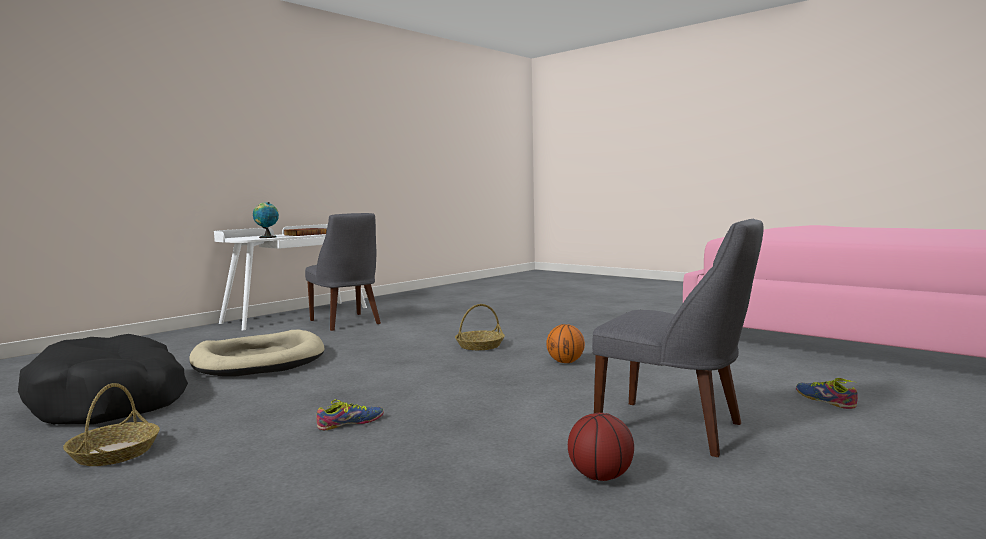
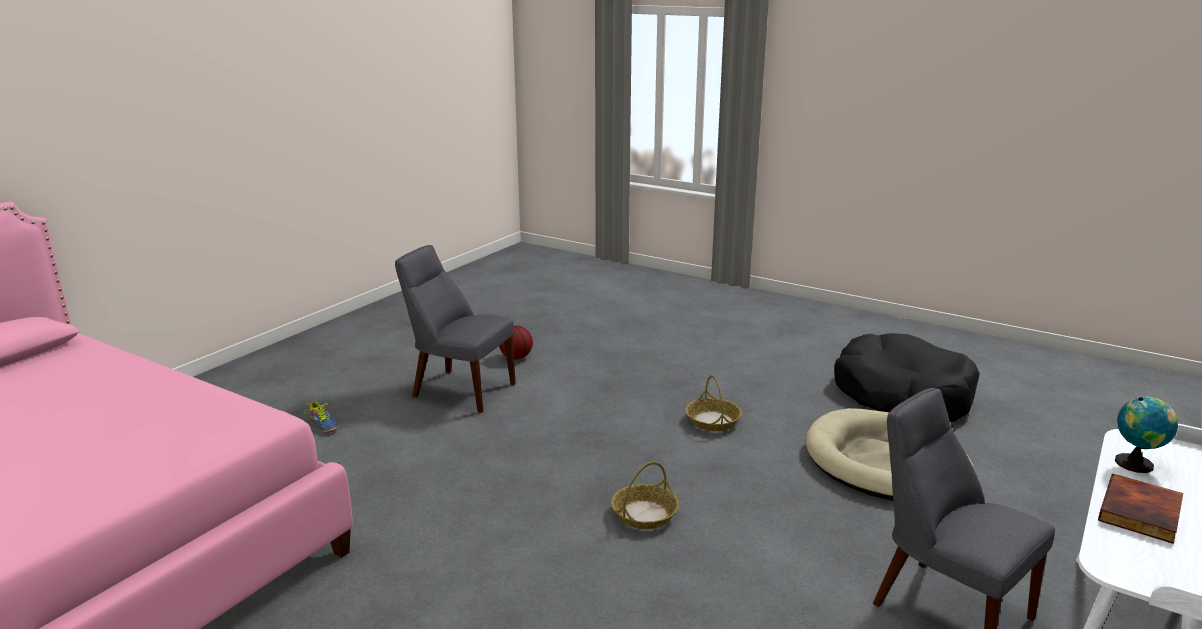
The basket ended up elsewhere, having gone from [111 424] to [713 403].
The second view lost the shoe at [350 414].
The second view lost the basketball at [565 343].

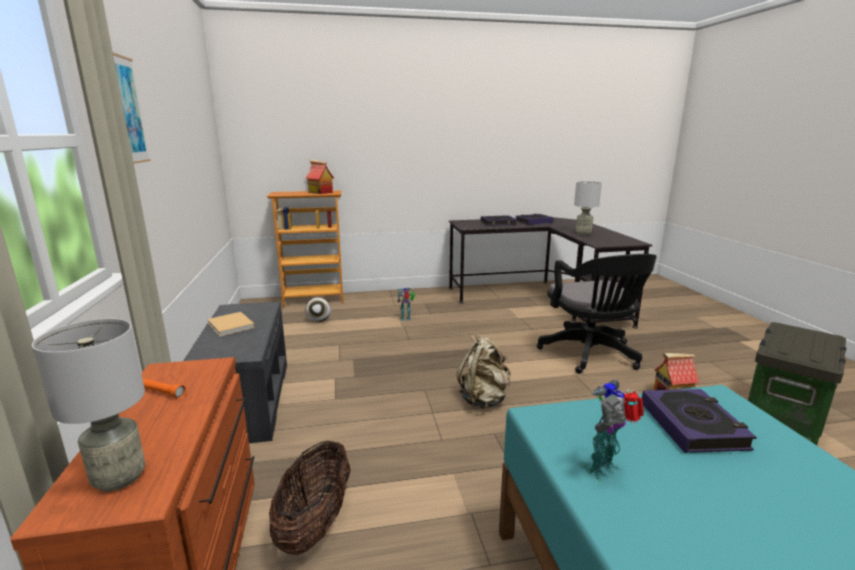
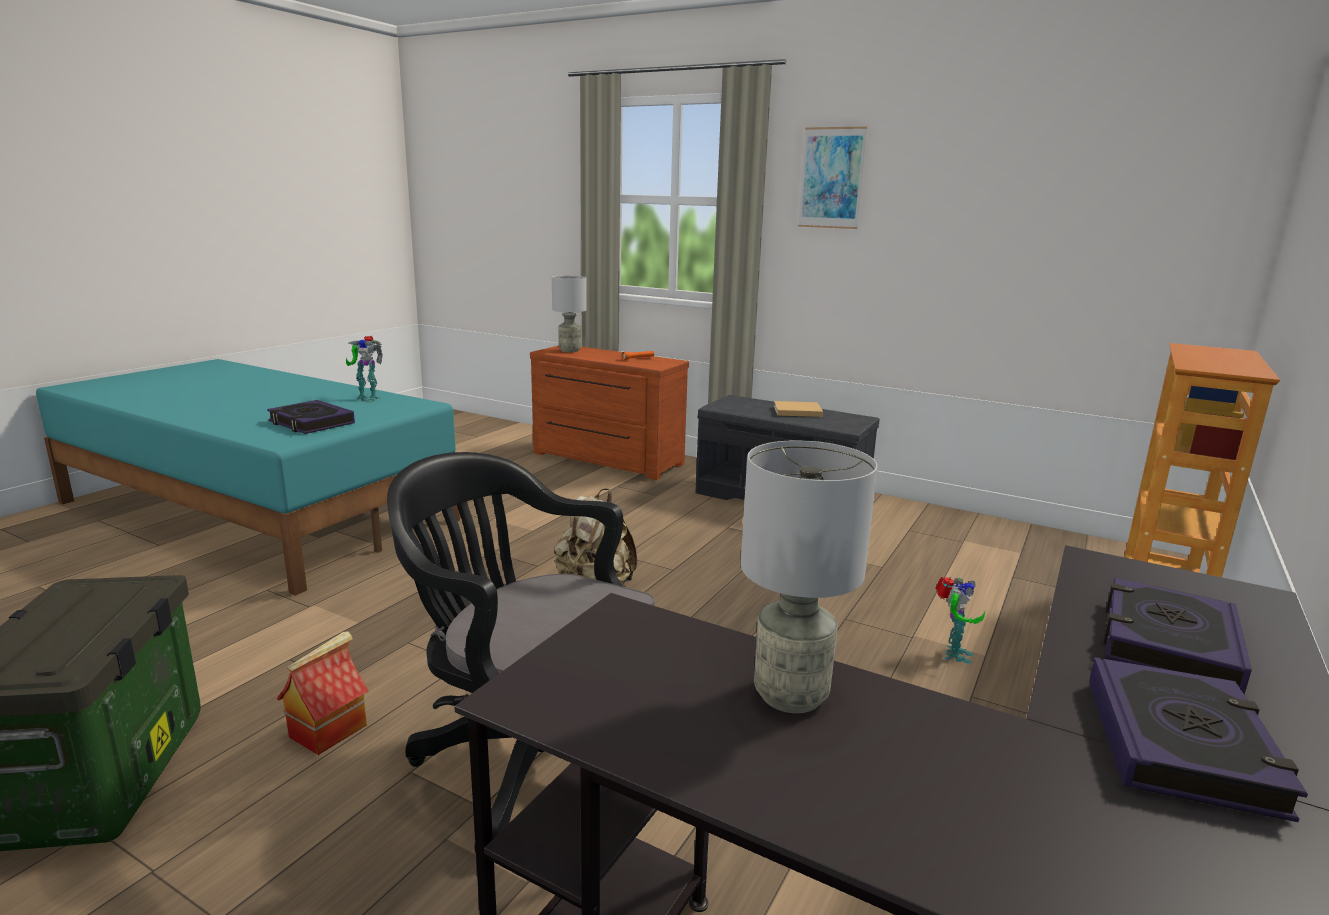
The second view lost the basket at [310 497].
The second view lost the football at [318 309].
The second view lost the toy house at [320 177].
The toy robot at [611 431] ended up facing another way, 90 degrees clockwise from before.

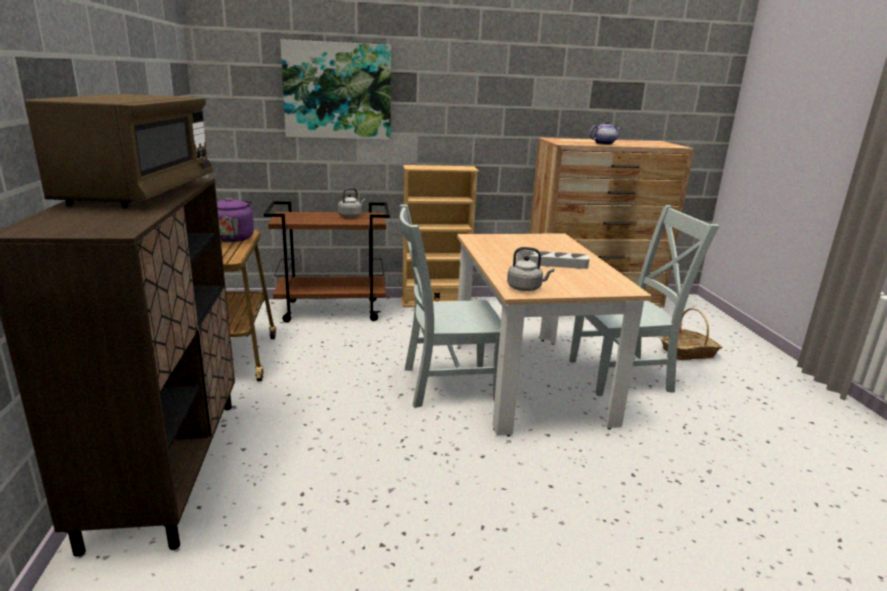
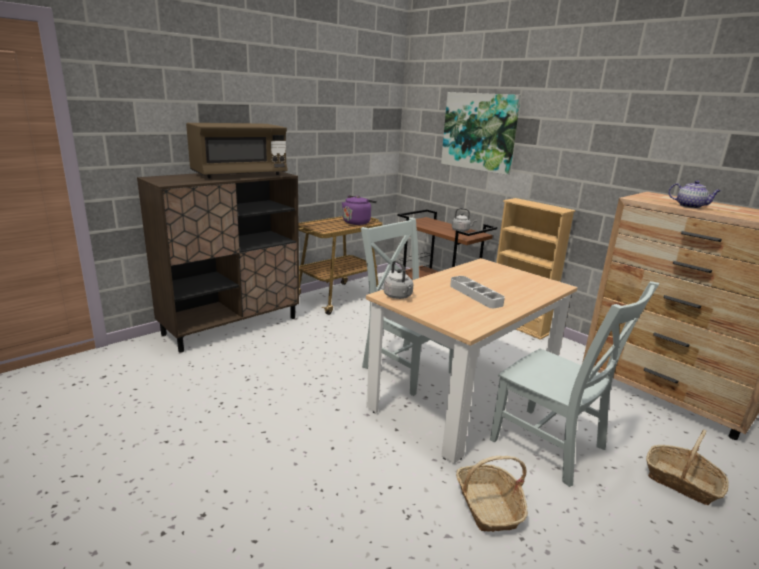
The second view gained the basket at [492 494].

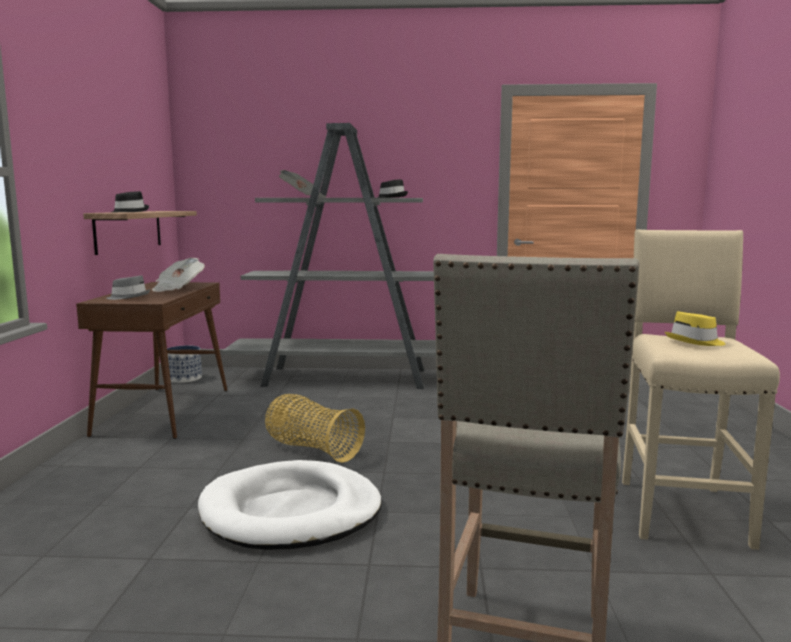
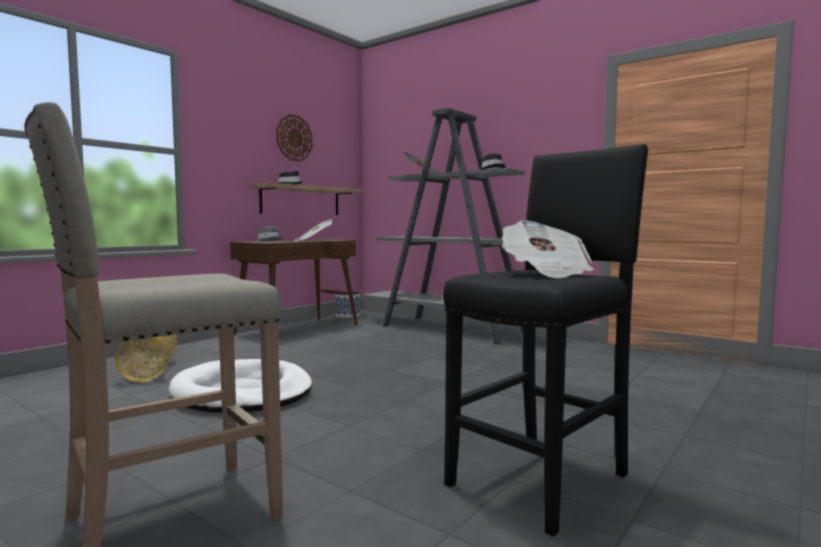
The basket ended up elsewhere, having gone from [315 428] to [146 358].
What was the beige stool at [701 390] turned into the black stool at [545 340].
Where the yellow hat stood at [695 328], the newspaper came to stand at [548 249].
The second view gained the wall clock at [294 138].

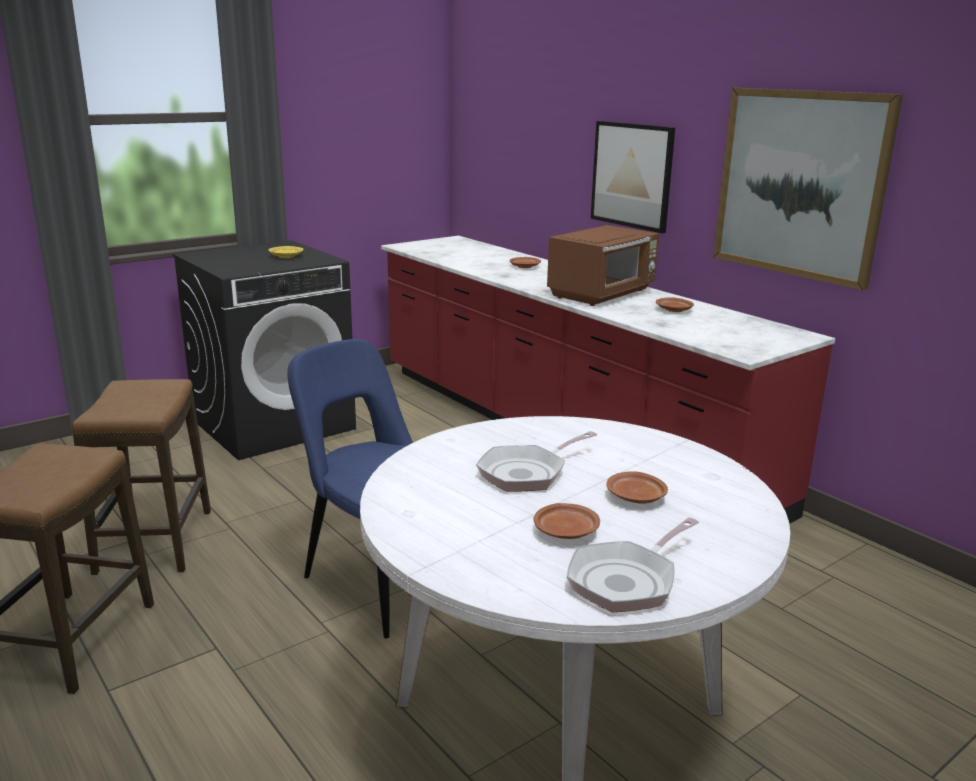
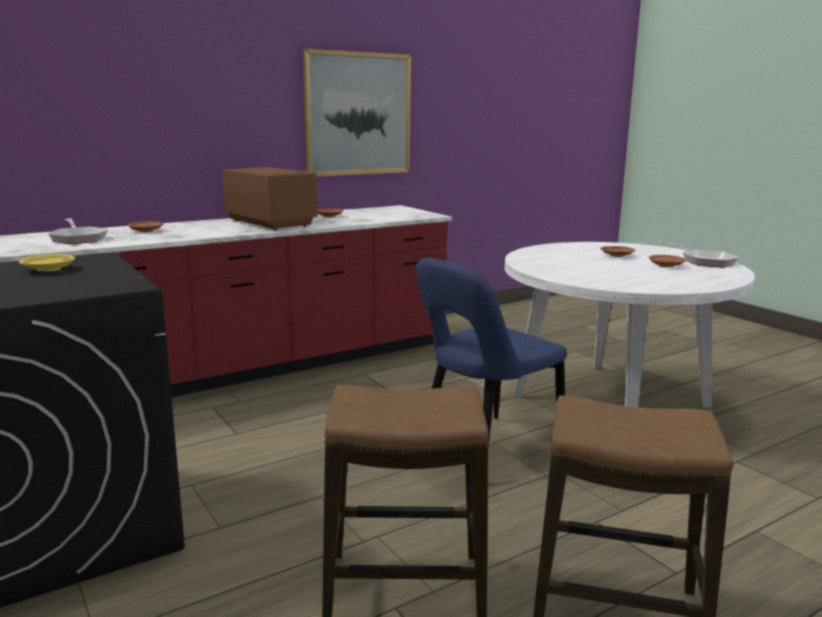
The frying pan ended up elsewhere, having gone from [536 461] to [78 231].
The second view lost the picture at [633 177].

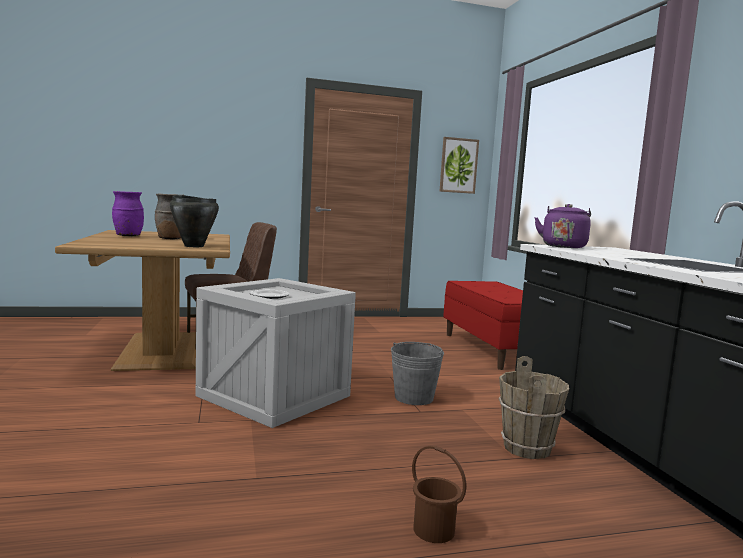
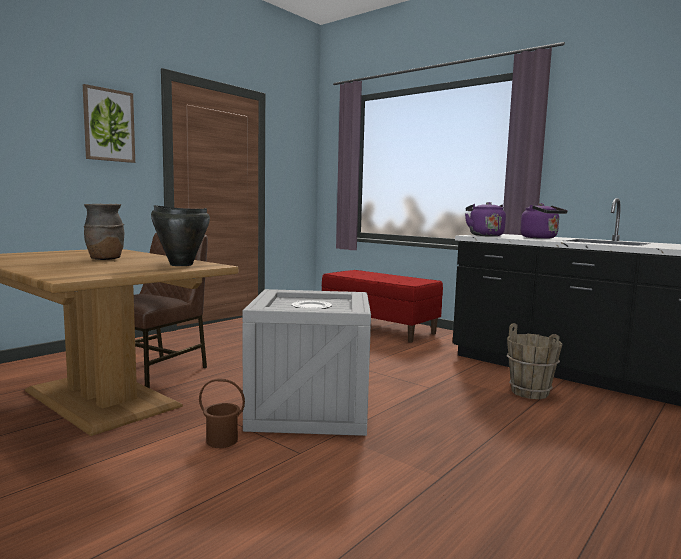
The second view lost the purple vase at [128 213].
The second view lost the grey bucket at [417 373].
The brown bucket ended up elsewhere, having gone from [439 494] to [222 413].
The picture ended up elsewhere, having gone from [459 165] to [109 123].
The second view gained the purple kettle at [544 221].

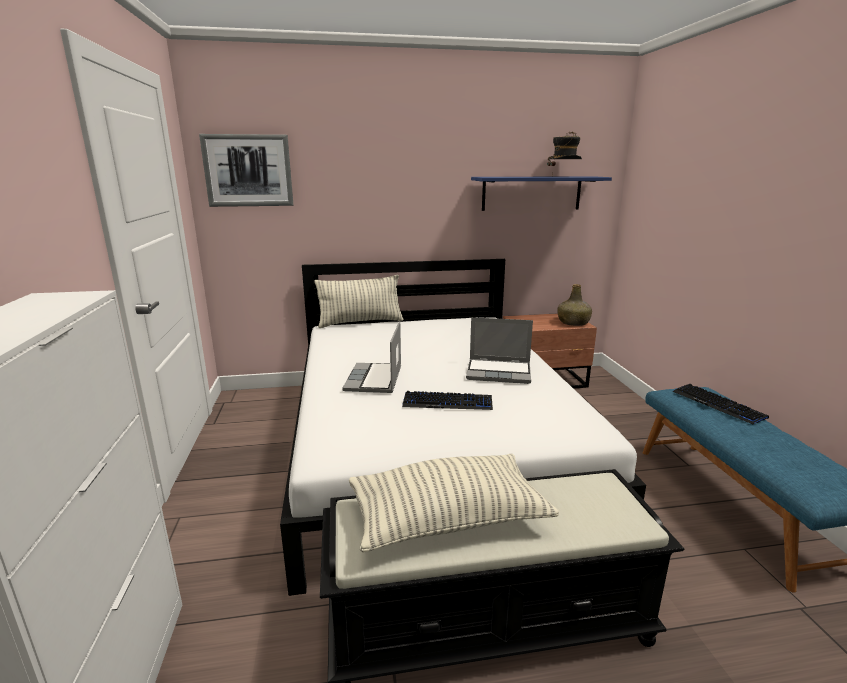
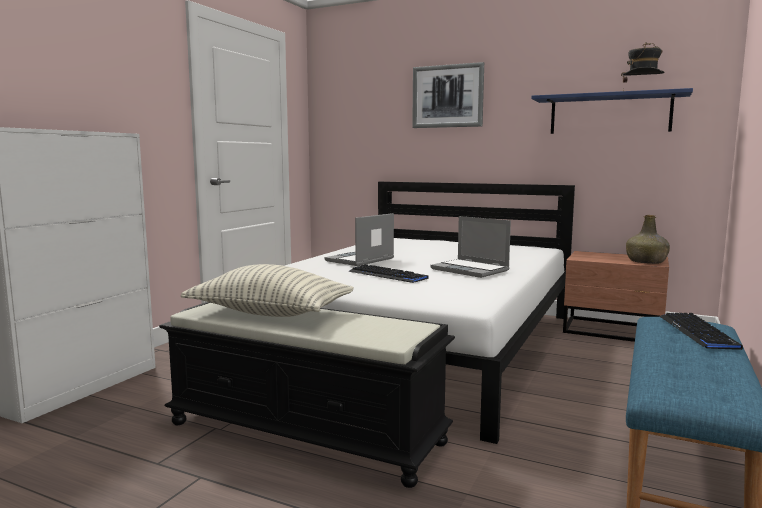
The picture ended up elsewhere, having gone from [246 170] to [448 95].
The second view lost the pillow at [359 301].

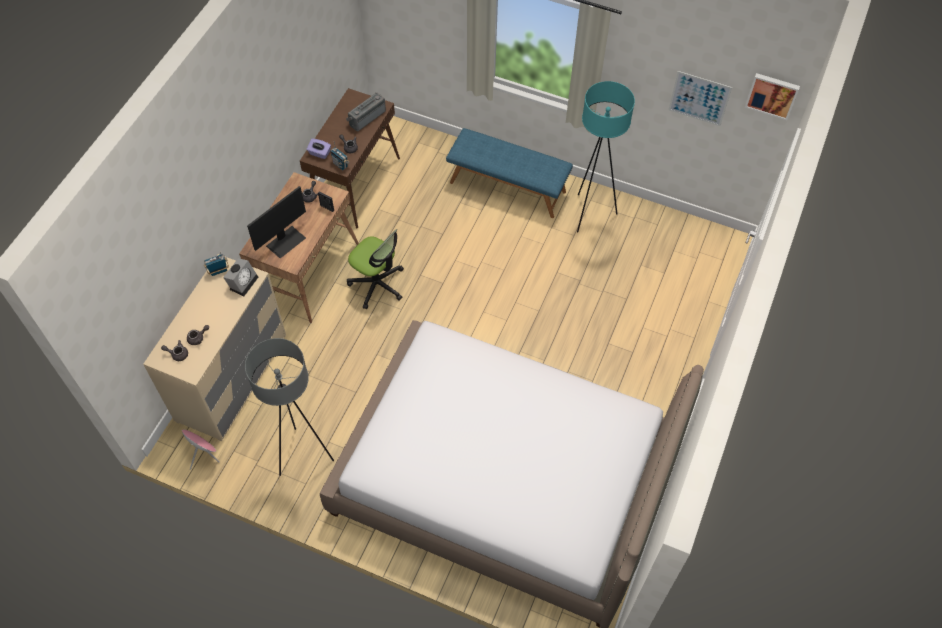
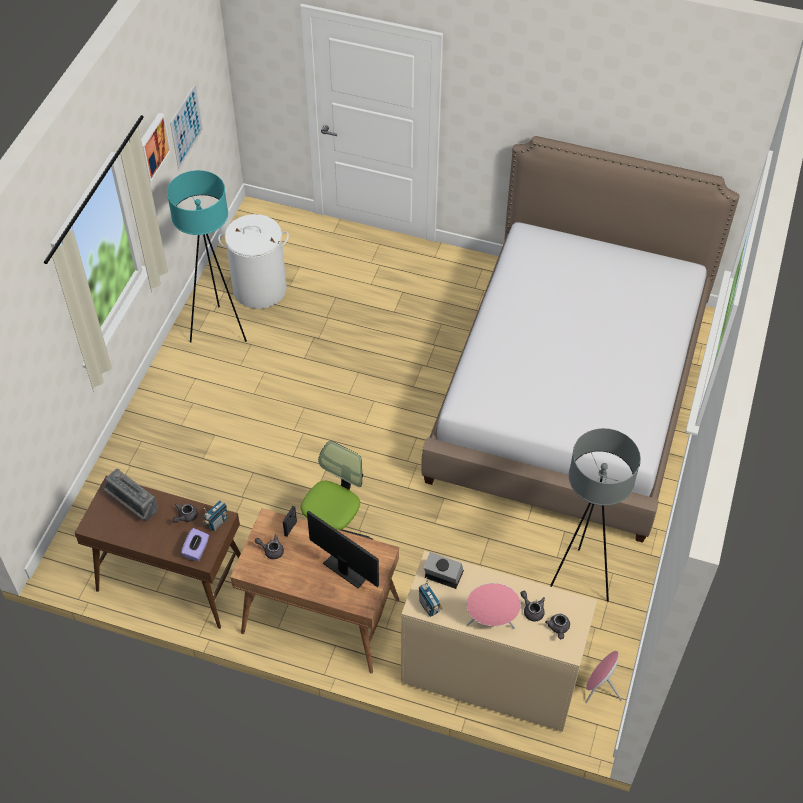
The second view lost the blue bench at [509 173].
The picture ended up elsewhere, having gone from [772 96] to [156 148].
The second view gained the white laundry basket at [253 261].
The second view gained the pink speaker at [493 606].

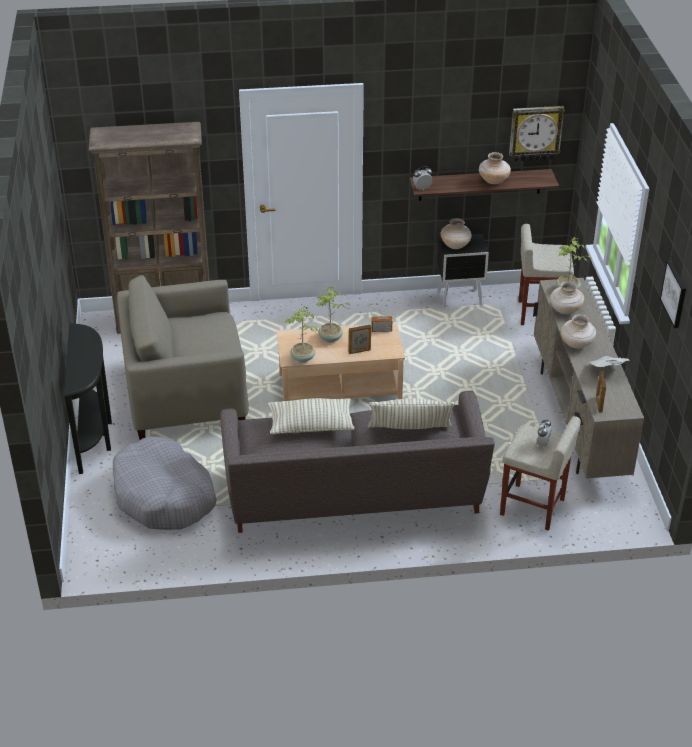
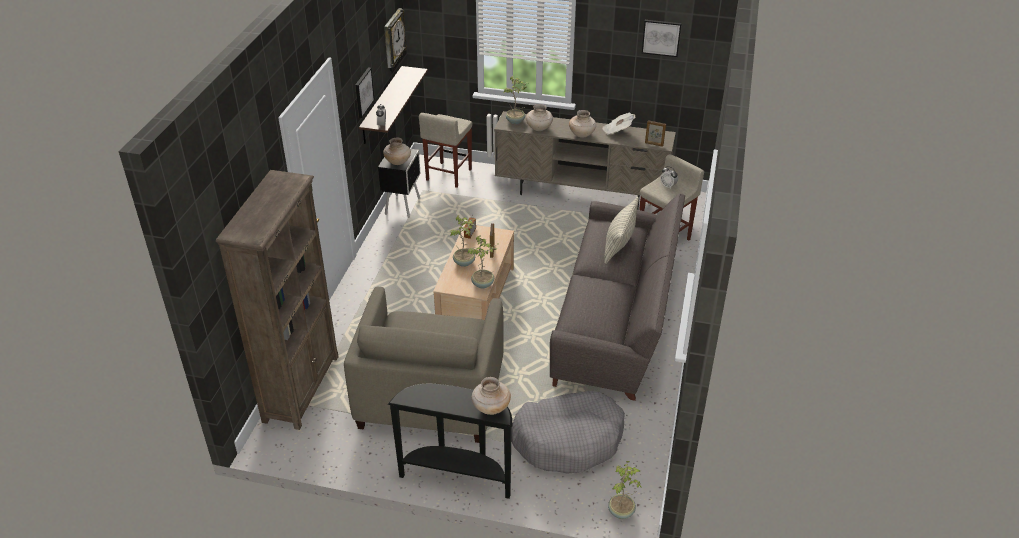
The second view lost the pillow at [311 416].
The beige vase ended up elsewhere, having gone from [495 168] to [491 396].
The second view gained the picture at [365 92].
The second view gained the potted plant at [624 490].

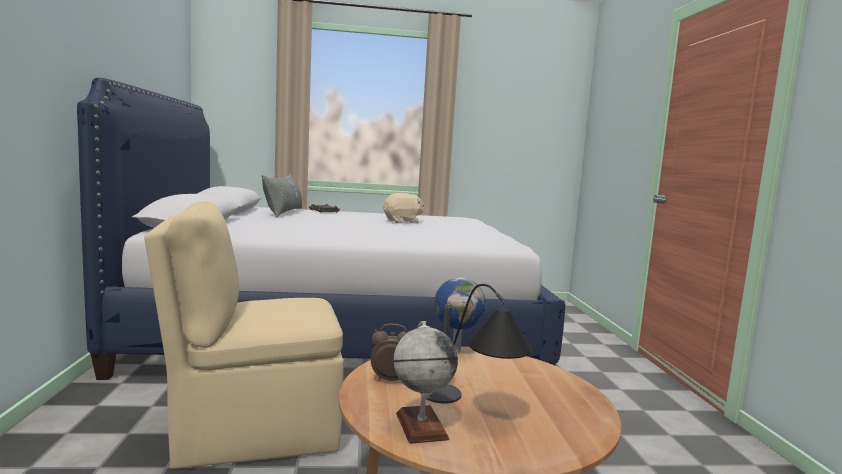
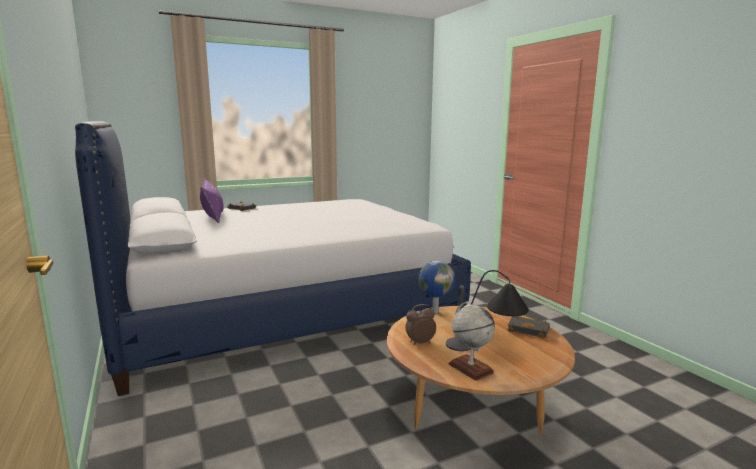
The second view lost the beige chair at [244 335].
What was the grey pillow at [282 195] turned into the purple pillow at [212 200].
The second view lost the beige plush toy at [403 208].
The second view gained the black book at [529 327].

